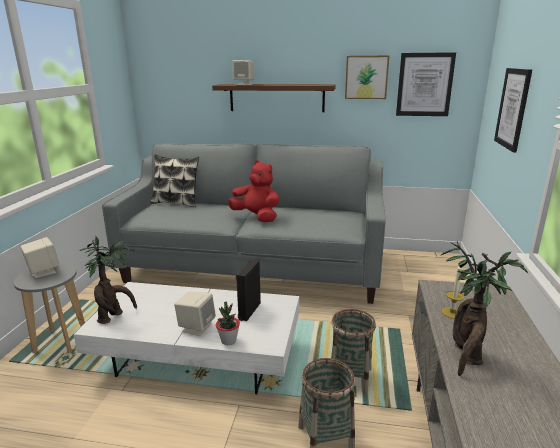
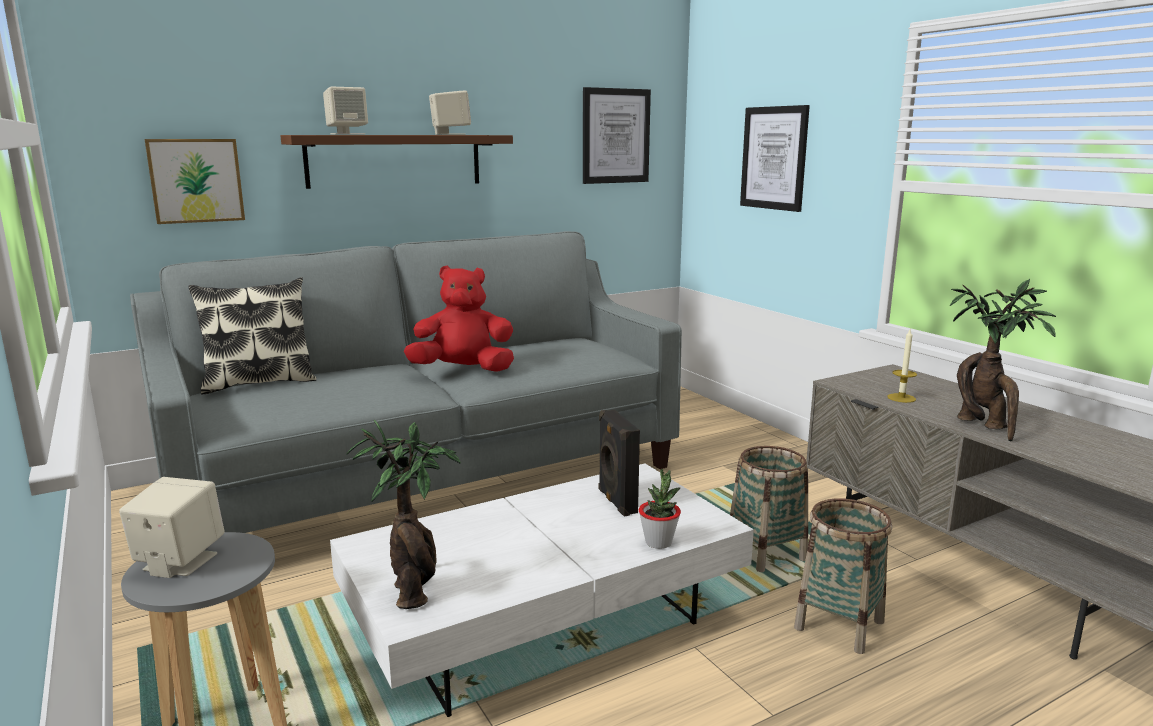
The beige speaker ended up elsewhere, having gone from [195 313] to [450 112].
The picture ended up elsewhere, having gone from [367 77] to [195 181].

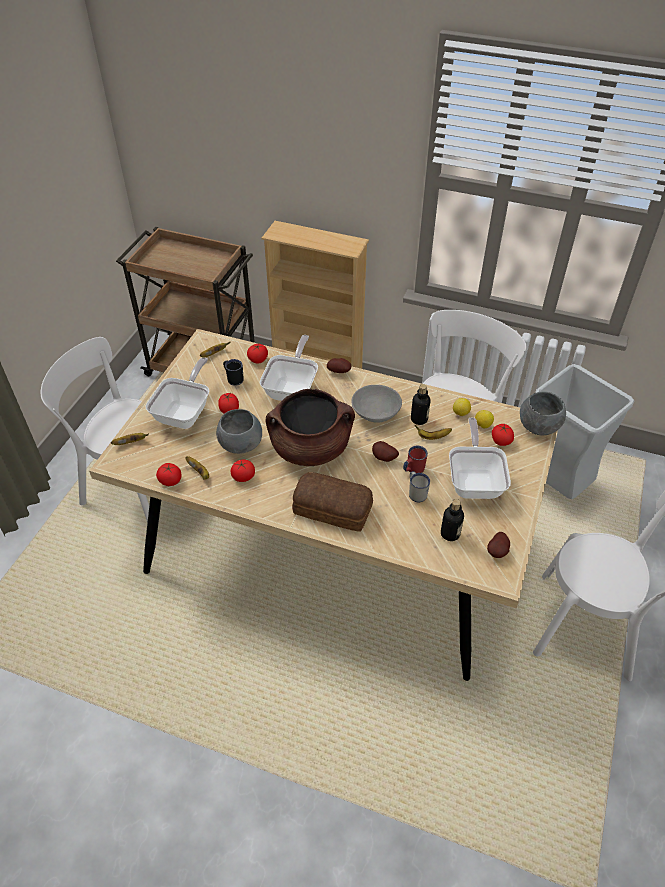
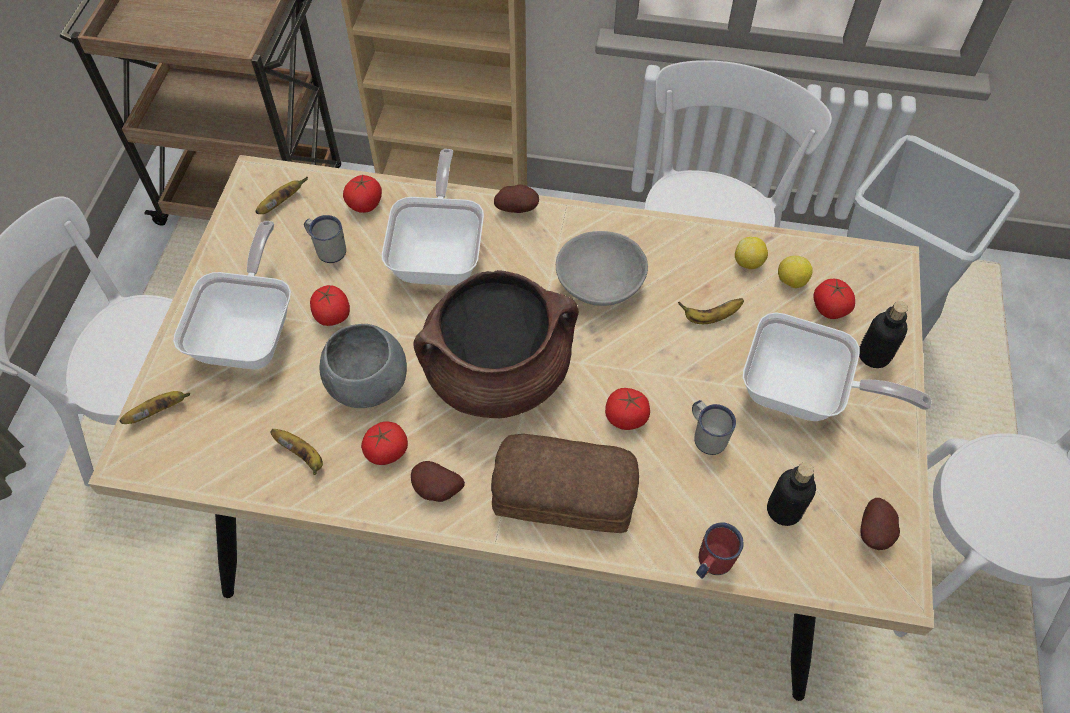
The tomato ended up elsewhere, having gone from [168 474] to [627 409].
What was the black mug at [233 372] turned into the white mug at [325 239].
The potato ended up elsewhere, having gone from [385 451] to [438 481].
The red mug ended up elsewhere, having gone from [415 459] to [720 550].
The bottle ended up elsewhere, having gone from [421 404] to [883 334].
The frying pan at [480 458] ended up facing another way, 120 degrees clockwise from before.
The second view lost the grey bowl at [543 413].

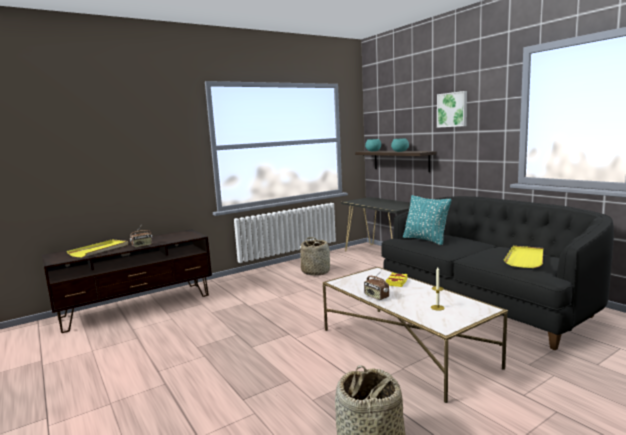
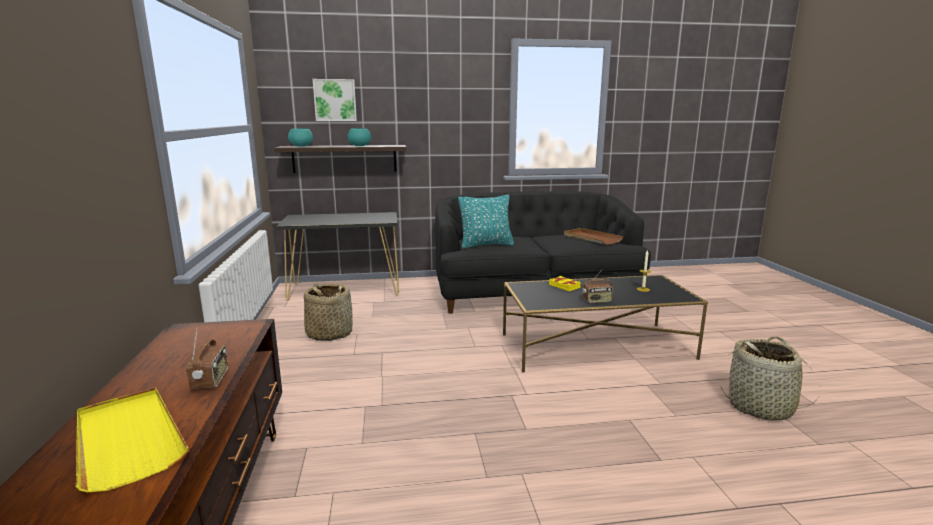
What was the white coffee table at [415 335] turned into the black coffee table at [605 323].
The picture ended up elsewhere, having gone from [452 109] to [335 100].
What was the yellow tray at [523 257] turned into the brown tray at [593 236].

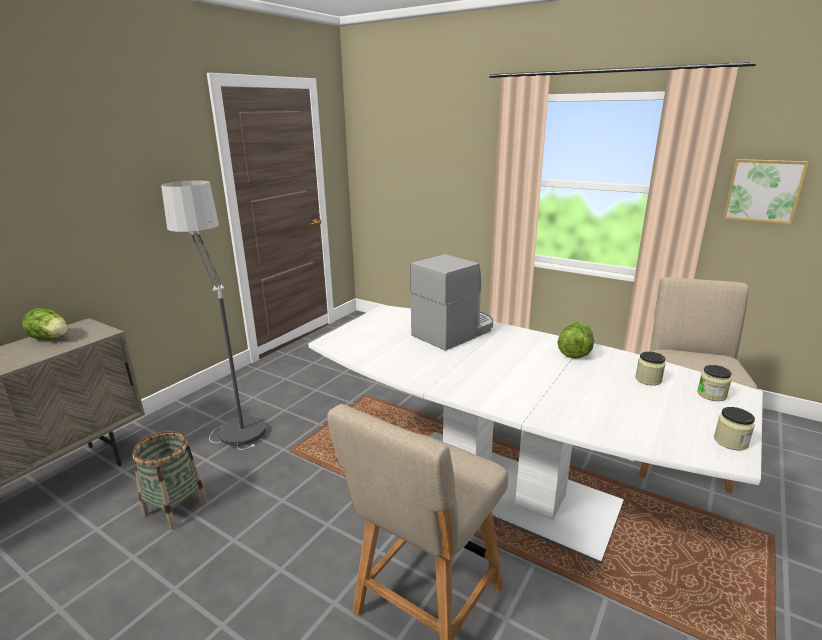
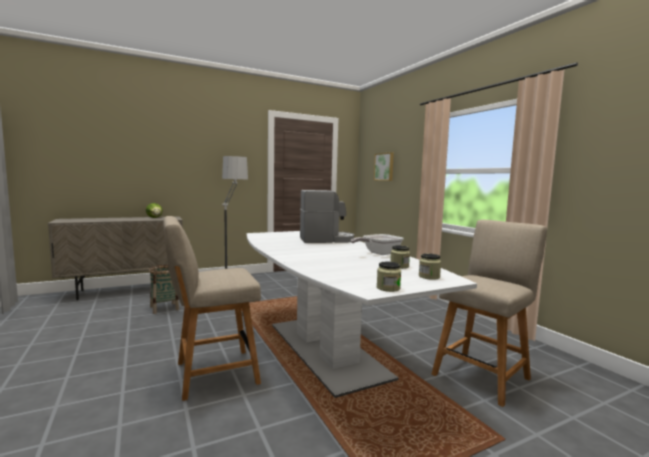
Where the lettuce stood at [576 340], the frying pan came to stand at [377 244].
The picture ended up elsewhere, having gone from [766 191] to [384 166].

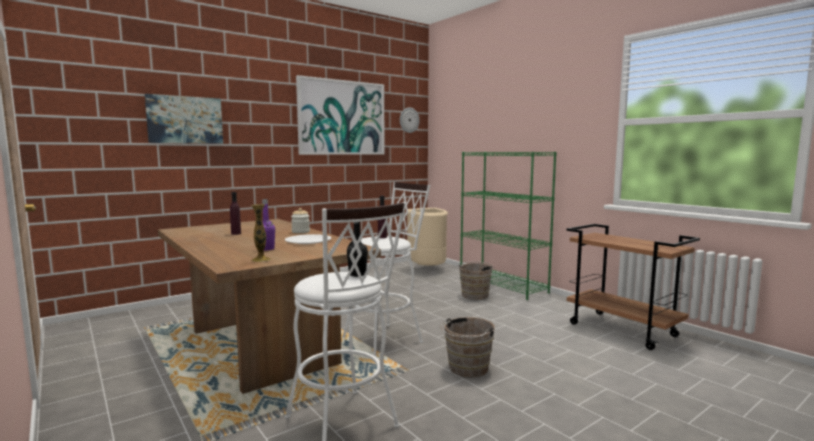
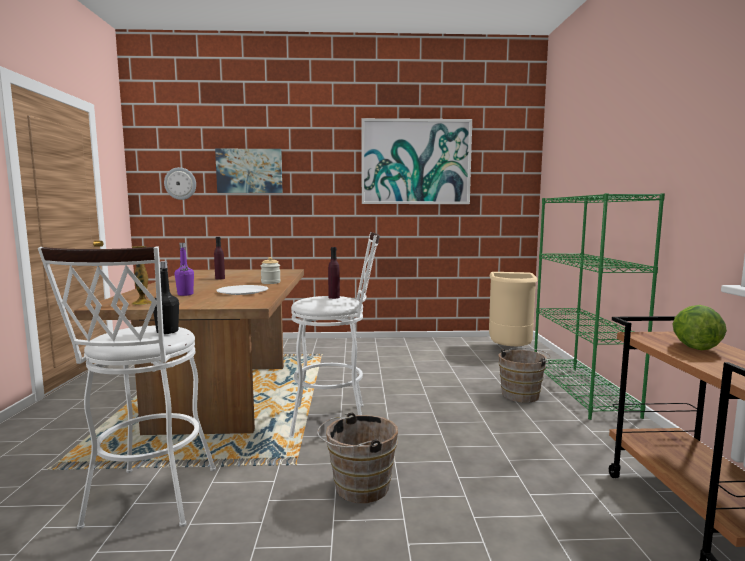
The wall clock ended up elsewhere, having gone from [410 120] to [180 183].
The second view gained the lettuce at [700 327].

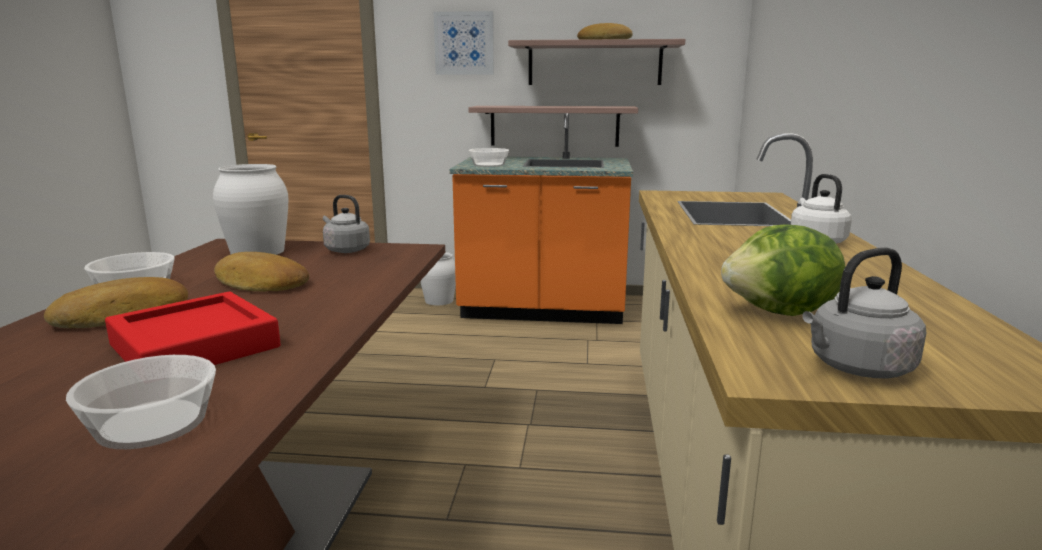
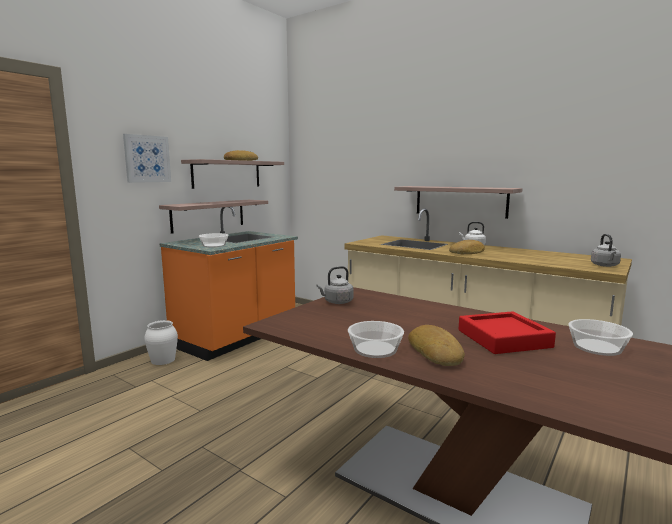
The second view lost the white vase at [251 209].
The bread ended up elsewhere, having gone from [261 272] to [467 247].
The second view lost the lettuce at [783 270].
The second view gained the shelf at [458 202].

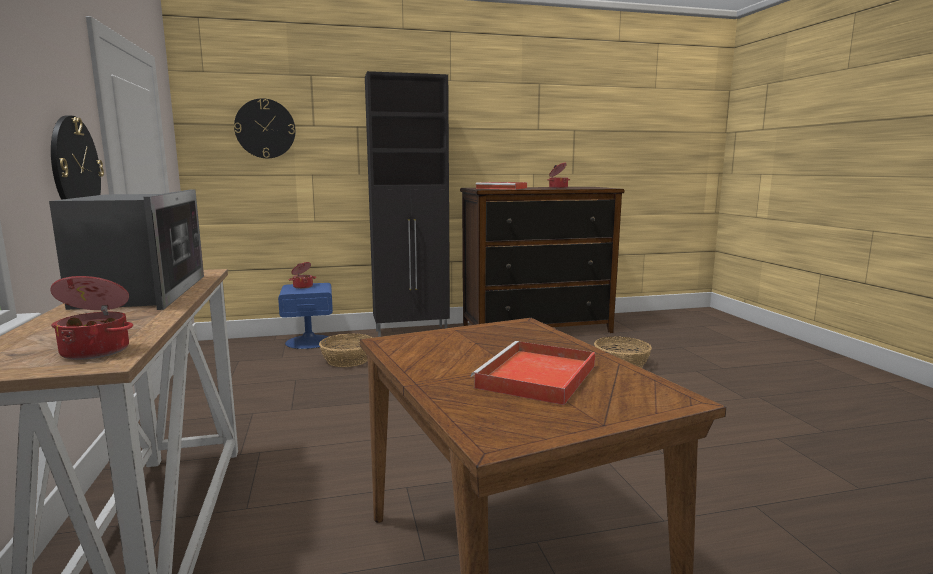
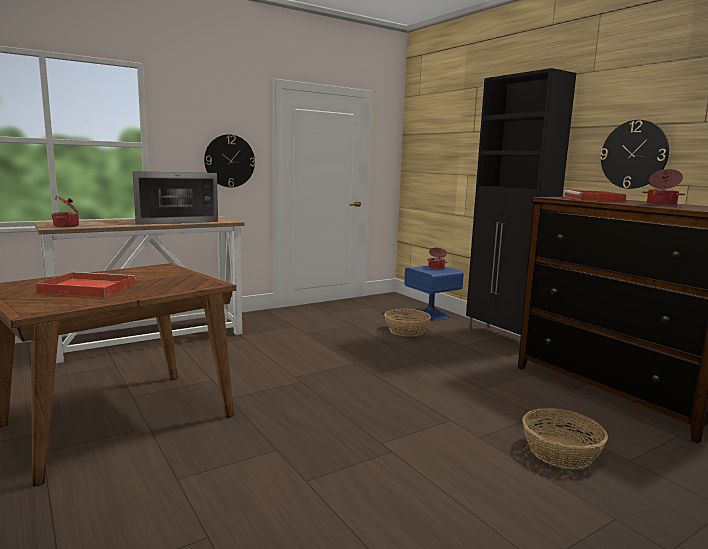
The wall clock ended up elsewhere, having gone from [264 128] to [634 154].

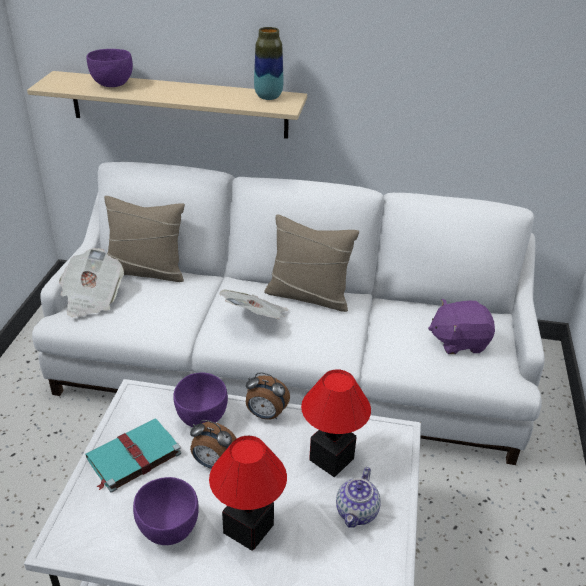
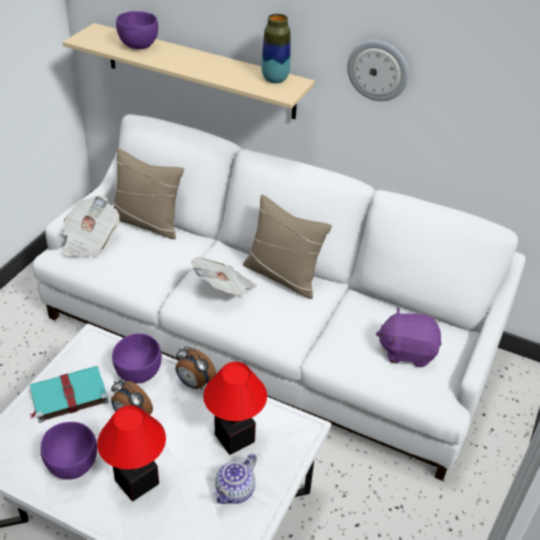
The second view gained the wall clock at [378 70].

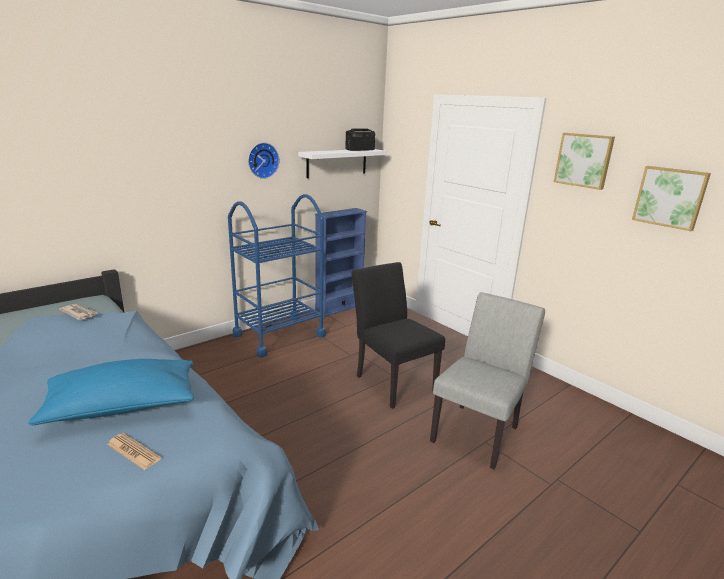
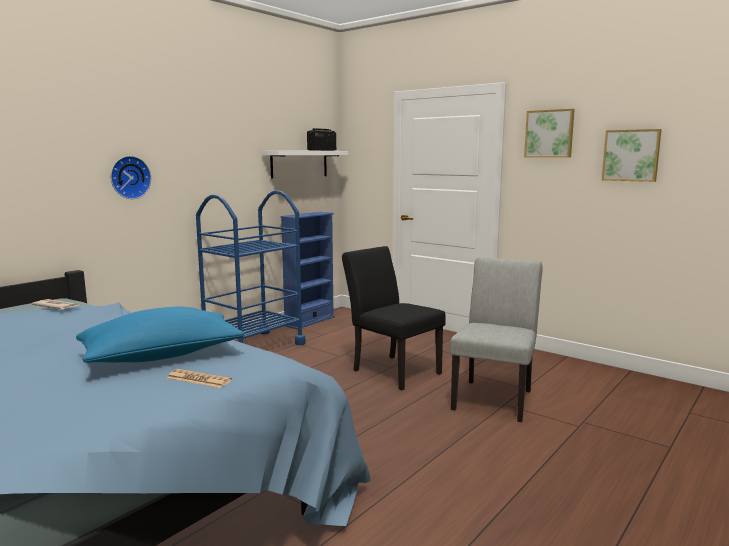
The wall clock ended up elsewhere, having gone from [263 161] to [131 177].

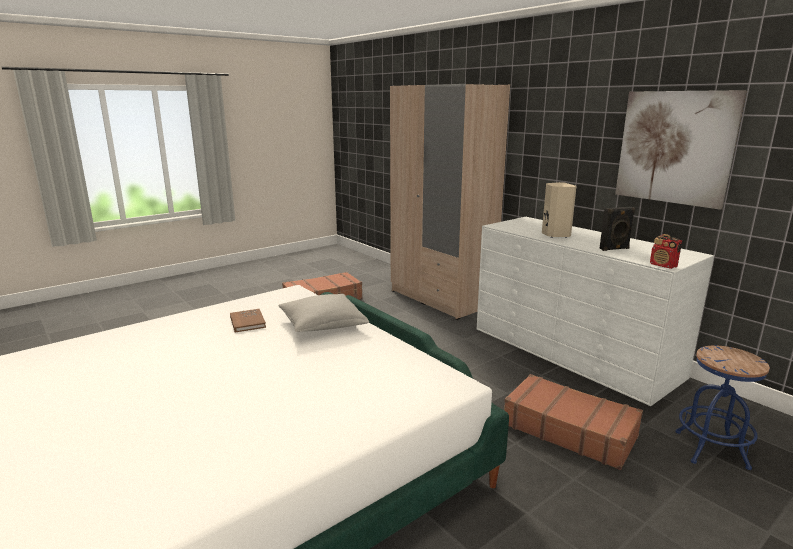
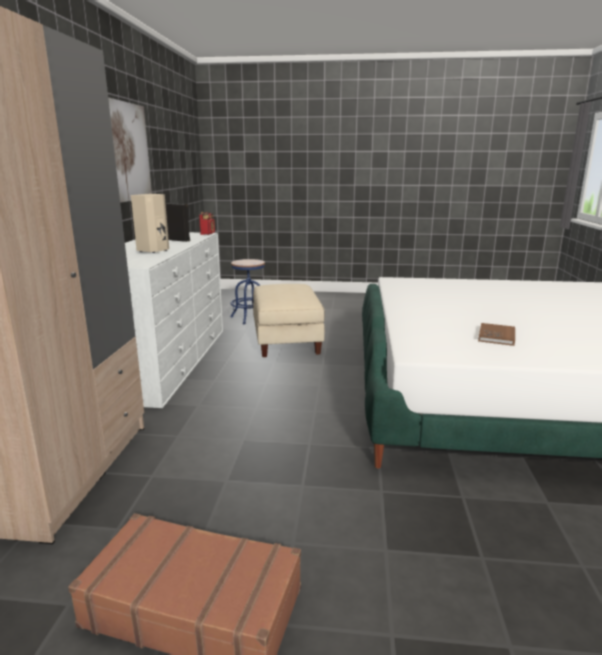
The second view lost the grey pillow at [324 313].
Where the brown suitcase stood at [573 422], the beige ottoman came to stand at [289 320].

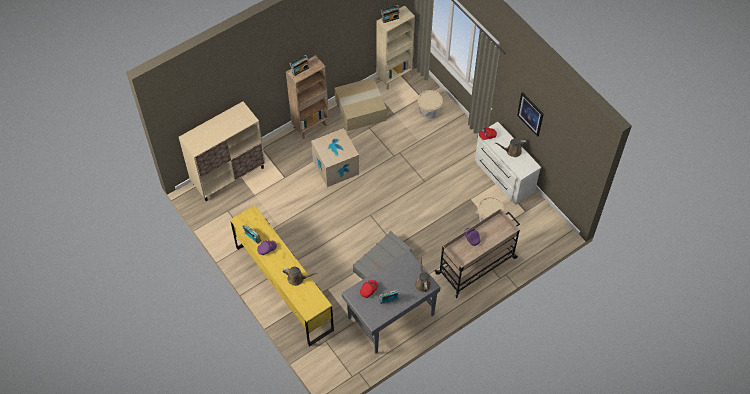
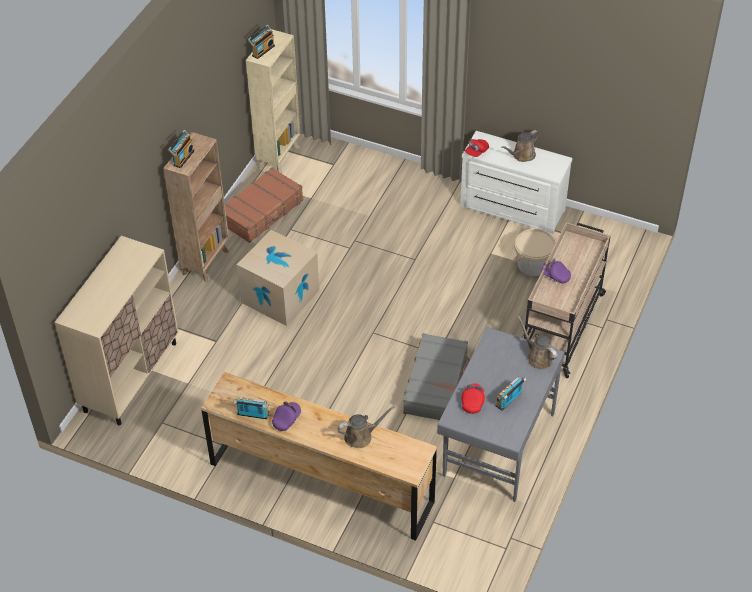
What was the yellow dresser at [282 275] turned into the brown dresser at [319 456].
Where the cardboard box stood at [361 104], the brown suitcase came to stand at [264 205].
The second view lost the beige bucket at [430 104].
The second view lost the picture at [530 114].

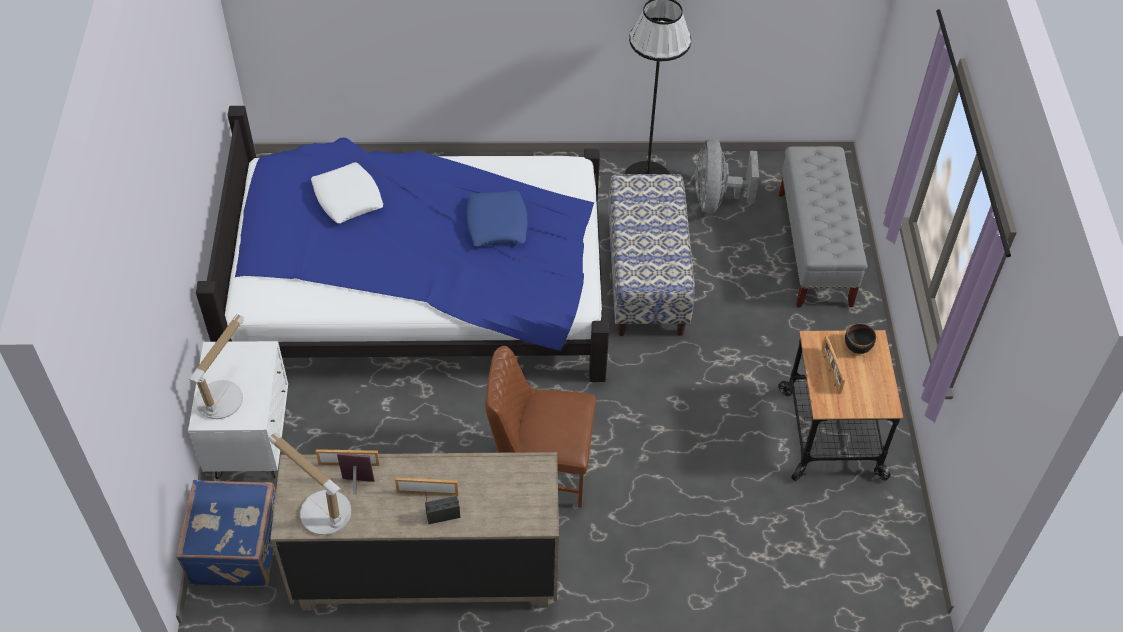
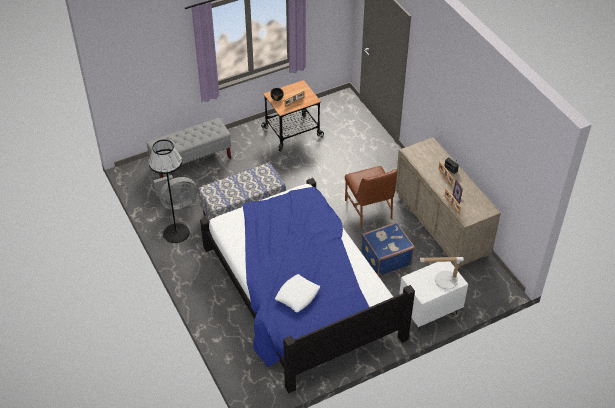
The blue suitcase ended up elsewhere, having gone from [226 533] to [388 249].
The second view lost the table lamp at [309 483].
The second view lost the blue pillow at [497 218].

